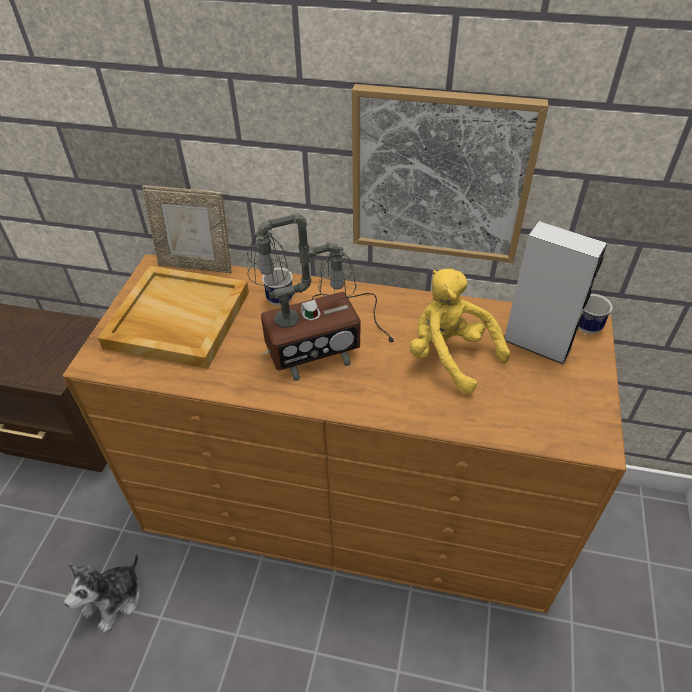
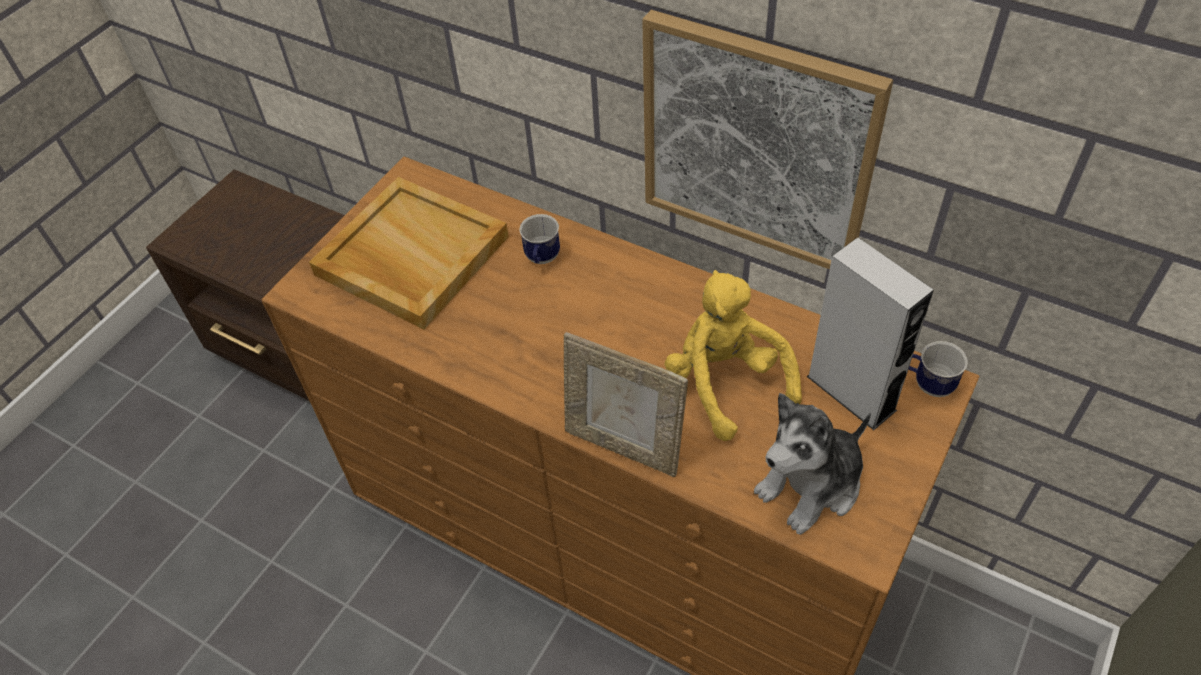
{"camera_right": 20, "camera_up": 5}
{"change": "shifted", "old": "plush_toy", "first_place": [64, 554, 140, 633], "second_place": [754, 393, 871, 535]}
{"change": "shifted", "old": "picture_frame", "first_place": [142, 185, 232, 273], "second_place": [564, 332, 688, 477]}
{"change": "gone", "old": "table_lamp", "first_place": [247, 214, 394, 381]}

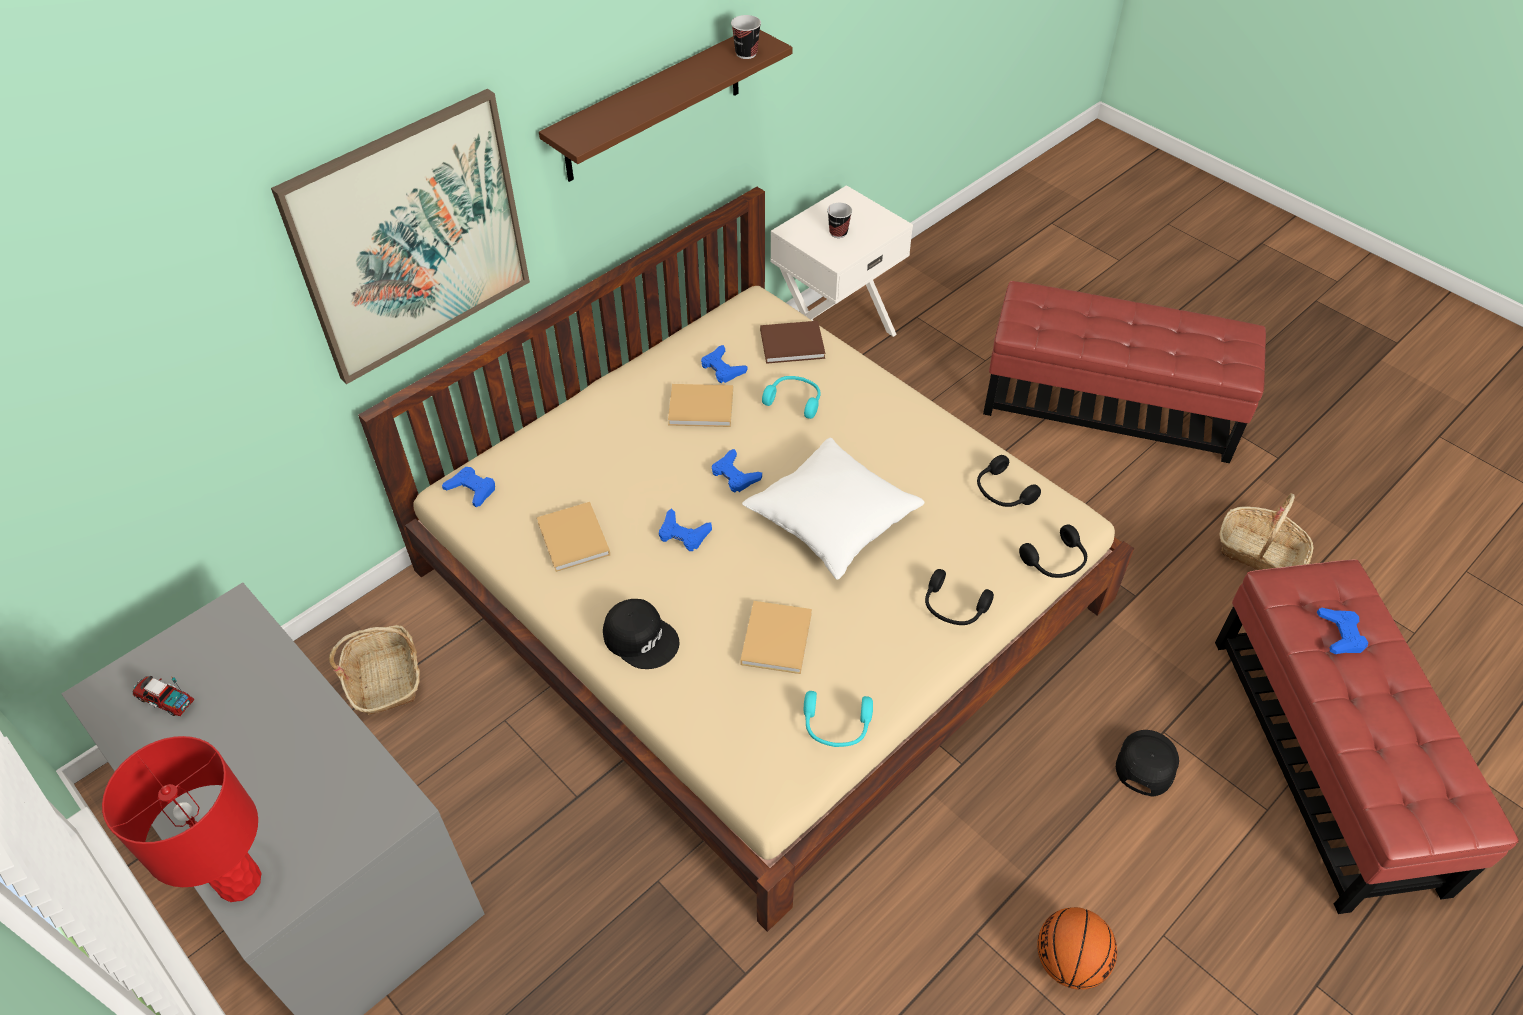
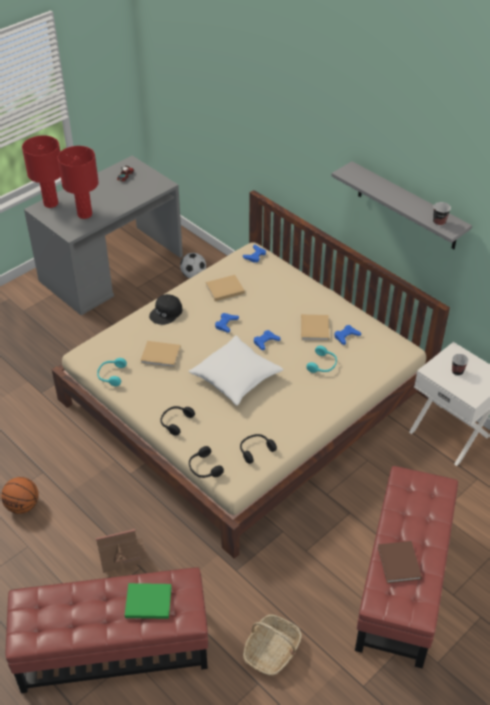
{"camera_right": 90, "camera_up": -5}
{"change": "gone", "old": "picture", "first_place": [271, 89, 530, 384]}
{"change": "swapped", "old": "basket", "new": "football", "first_place": [329, 625, 420, 715], "second_place": [180, 253, 206, 278]}
{"change": "repainted", "old": "brown_shelf", "new": "grey_shelf", "first_place": [539, 30, 793, 182], "second_place": [331, 161, 472, 249]}
{"change": "shifted", "old": "brown_book", "first_place": [760, 321, 825, 364], "second_place": [378, 541, 422, 583]}
{"change": "swapped", "old": "black_cap", "new": "toy_house", "first_place": [1116, 730, 1179, 796], "second_place": [96, 529, 148, 573]}
{"change": "swapped", "old": "blue_game_controller", "new": "green_book", "first_place": [1317, 608, 1368, 654], "second_place": [125, 583, 171, 619]}
{"change": "new", "new": "red_table_lamp", "second_place": [57, 146, 99, 219]}

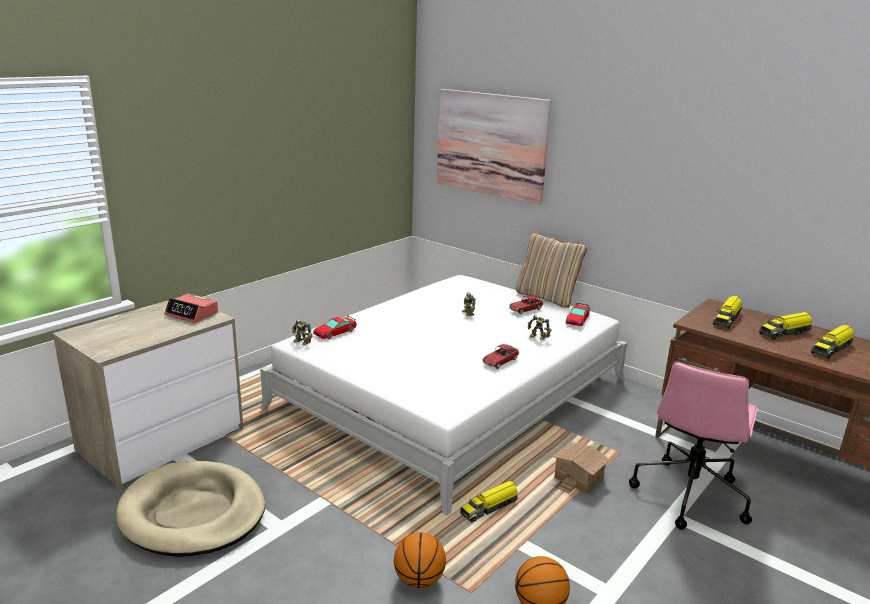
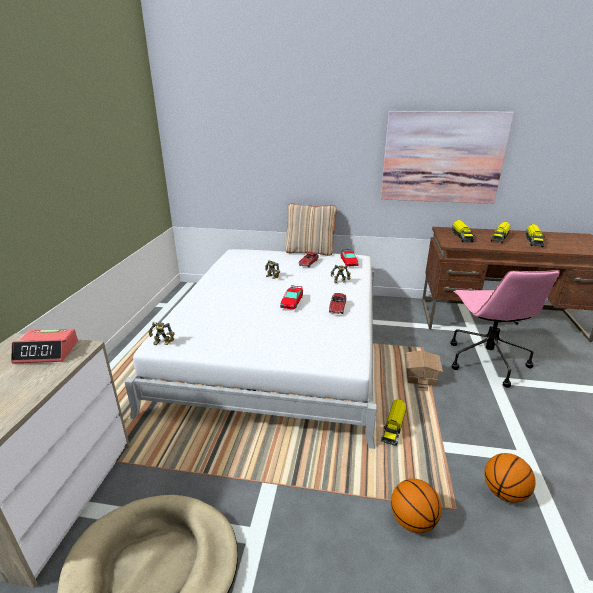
{"camera_right": -30, "camera_up": 5}
{"change": "shifted", "old": "toy_car", "first_place": [313, 315, 357, 339], "second_place": [280, 285, 303, 310]}
{"change": "shifted", "old": "picture", "first_place": [437, 89, 551, 205], "second_place": [381, 111, 514, 204]}

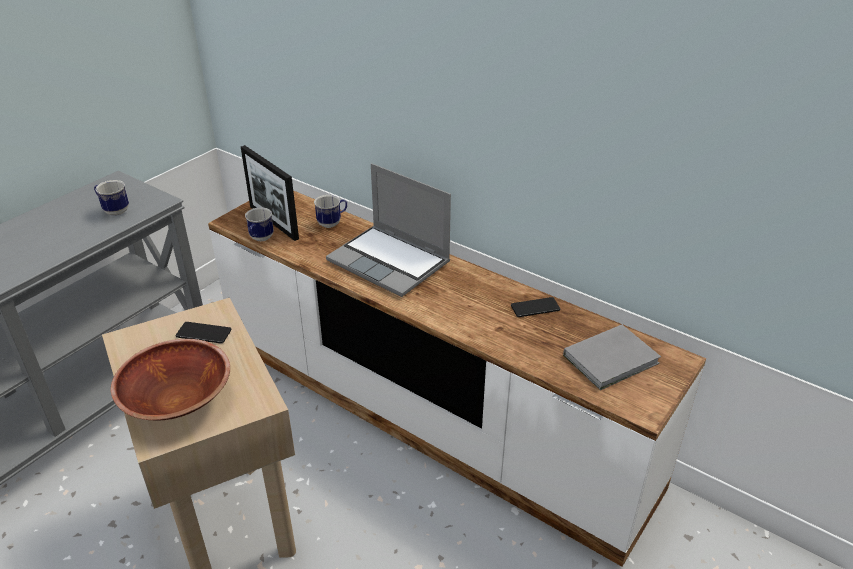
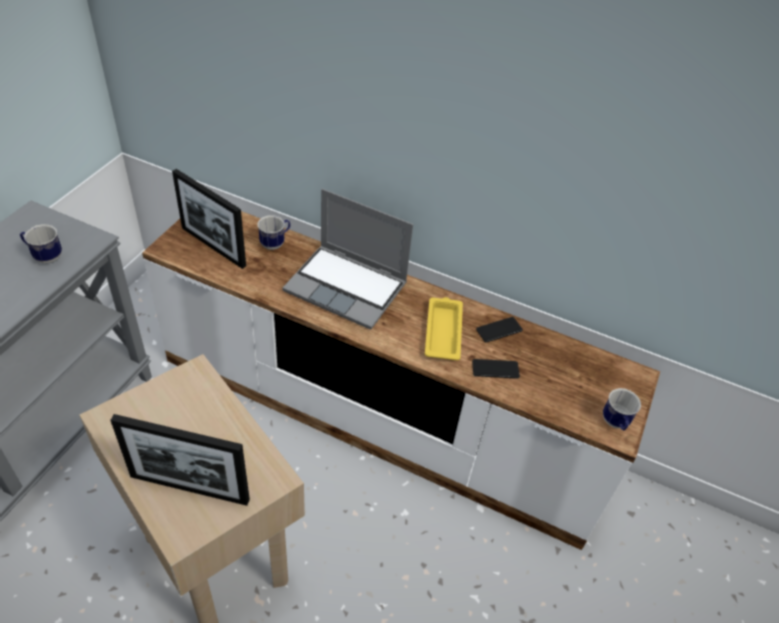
{"camera_right": -15, "camera_up": 10}
{"change": "swapped", "old": "brown_bowl", "new": "picture_frame", "first_place": [111, 339, 230, 421], "second_place": [110, 414, 250, 506]}
{"change": "shifted", "old": "phone", "first_place": [176, 322, 231, 344], "second_place": [472, 359, 520, 379]}
{"change": "shifted", "old": "mug", "first_place": [245, 207, 274, 241], "second_place": [603, 388, 641, 430]}
{"change": "gone", "old": "grey_book", "first_place": [563, 325, 661, 390]}
{"change": "new", "new": "yellow_tray", "second_place": [425, 297, 463, 360]}

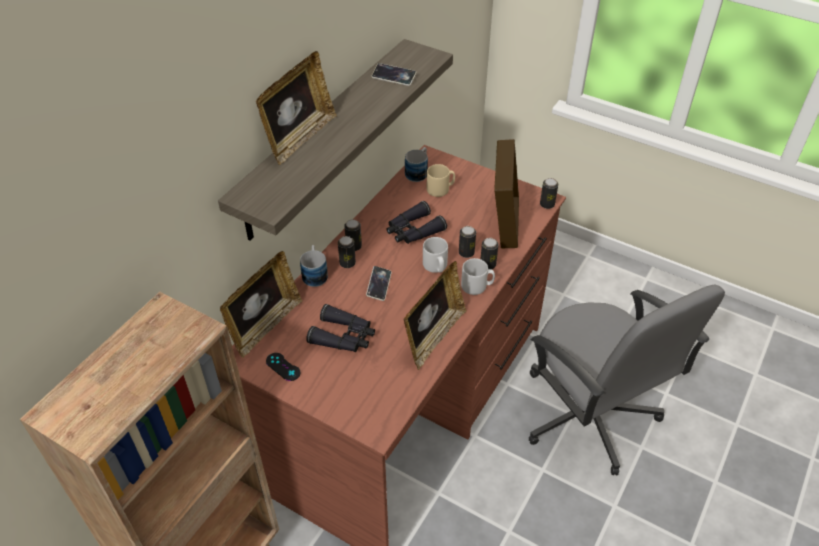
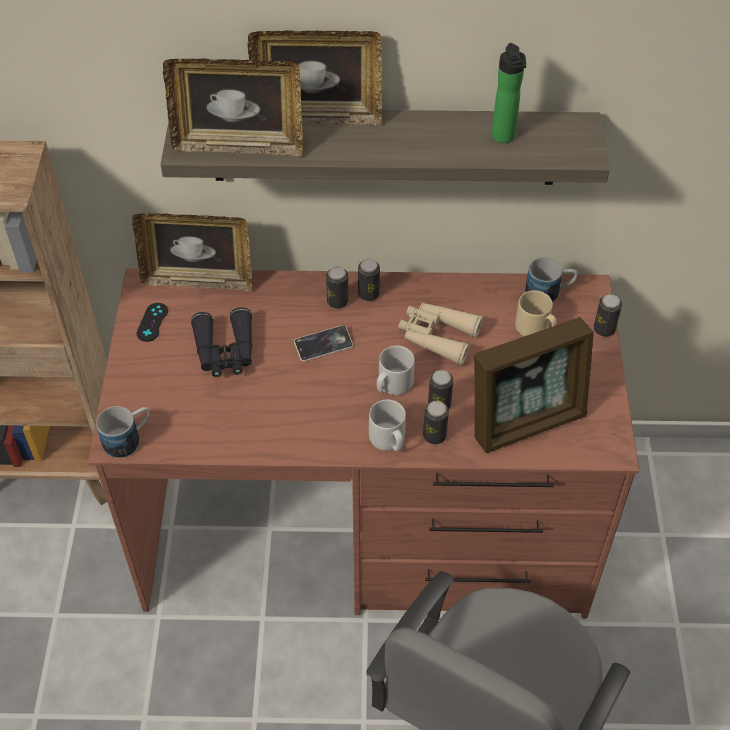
{"camera_right": 60, "camera_up": 5}
{"change": "shifted", "old": "mug", "first_place": [300, 245, 328, 287], "second_place": [96, 406, 150, 458]}
{"change": "swapped", "old": "phone", "new": "bottle", "first_place": [371, 63, 416, 86], "second_place": [492, 43, 526, 143]}
{"change": "repainted", "old": "black_binoculars", "new": "beige_binoculars", "first_place": [386, 201, 447, 244], "second_place": [398, 302, 483, 365]}
{"change": "shifted", "old": "picture_frame", "first_place": [403, 261, 467, 370], "second_place": [163, 58, 303, 157]}
{"change": "shifted", "old": "can", "first_place": [540, 178, 558, 209], "second_place": [594, 294, 622, 337]}

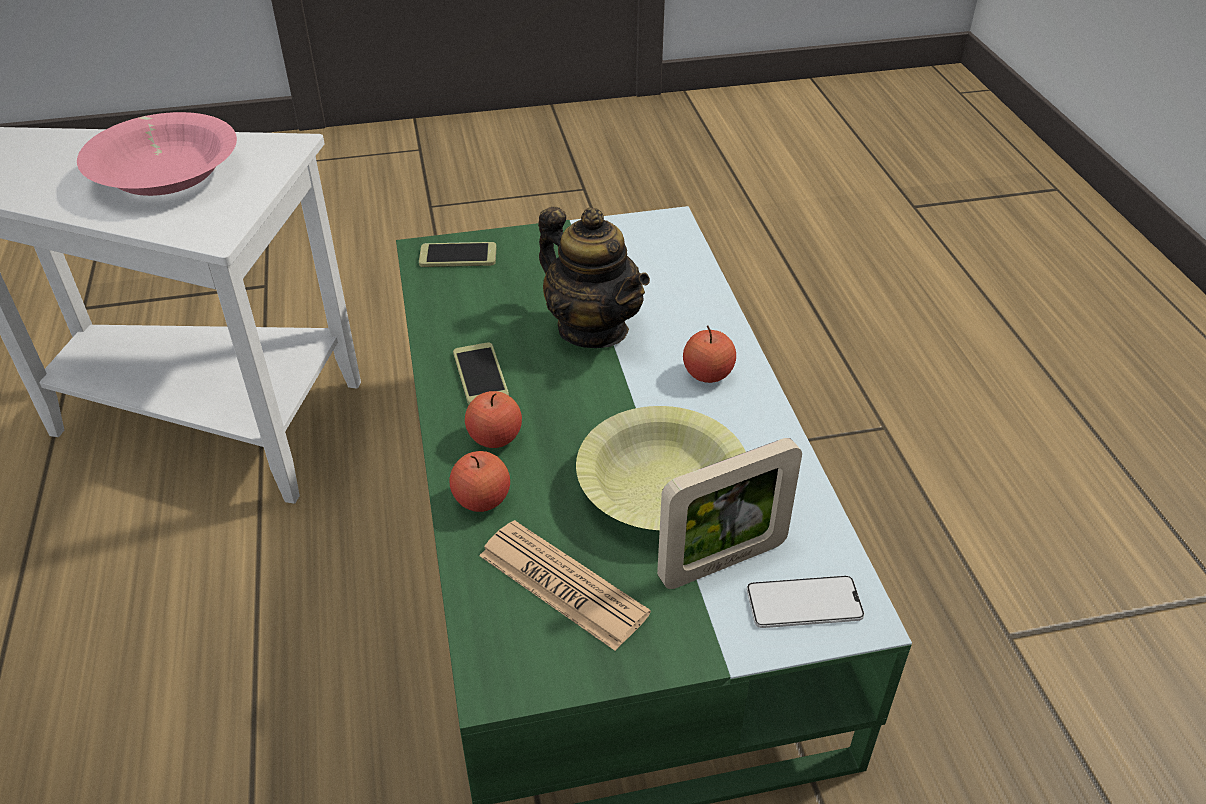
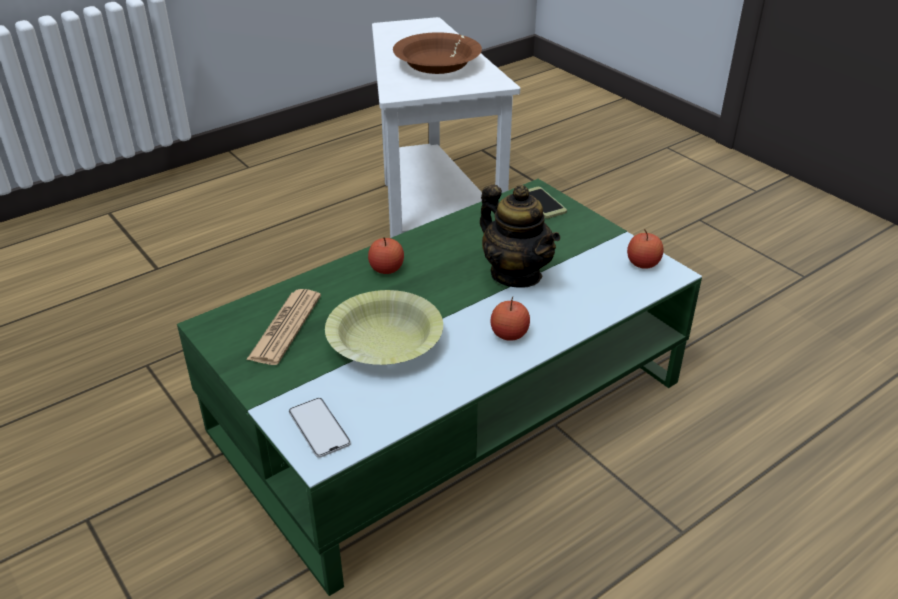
{"camera_right": 65, "camera_up": -5}
{"change": "repainted", "old": "pink_bowl", "new": "brown_bowl", "first_place": [77, 112, 237, 196], "second_place": [393, 32, 482, 74]}
{"change": "shifted", "old": "apple", "first_place": [450, 451, 510, 512], "second_place": [627, 229, 664, 269]}
{"change": "gone", "old": "phone", "first_place": [453, 343, 509, 405]}
{"change": "rotated", "old": "teapot", "first_place": [538, 207, 650, 348], "second_place": [480, 185, 560, 288], "degrees": -60}
{"change": "gone", "old": "picture_frame", "first_place": [657, 438, 802, 589]}

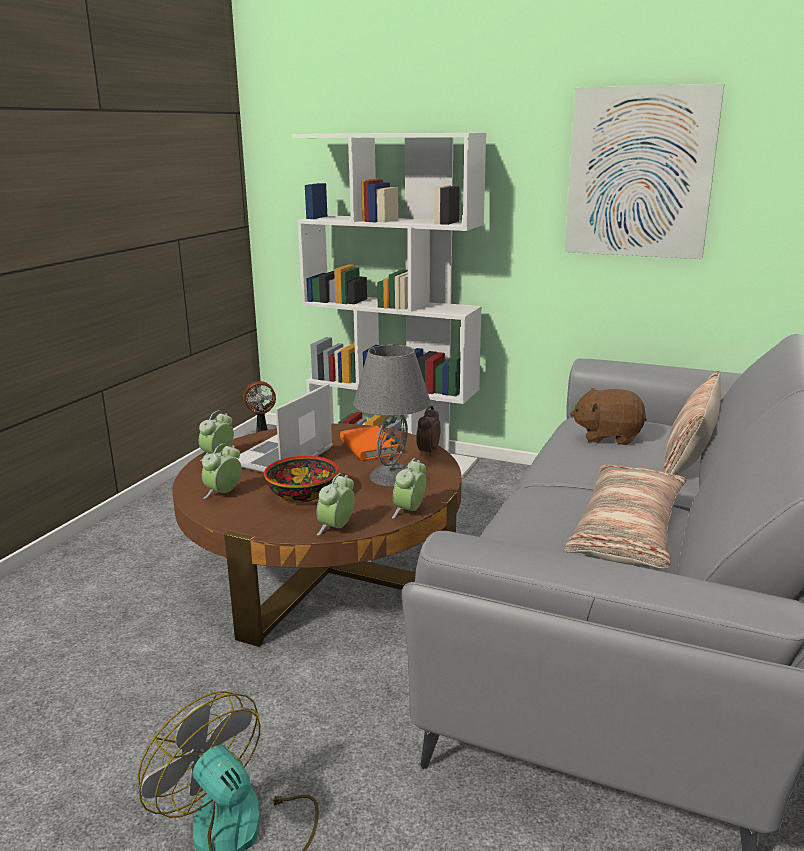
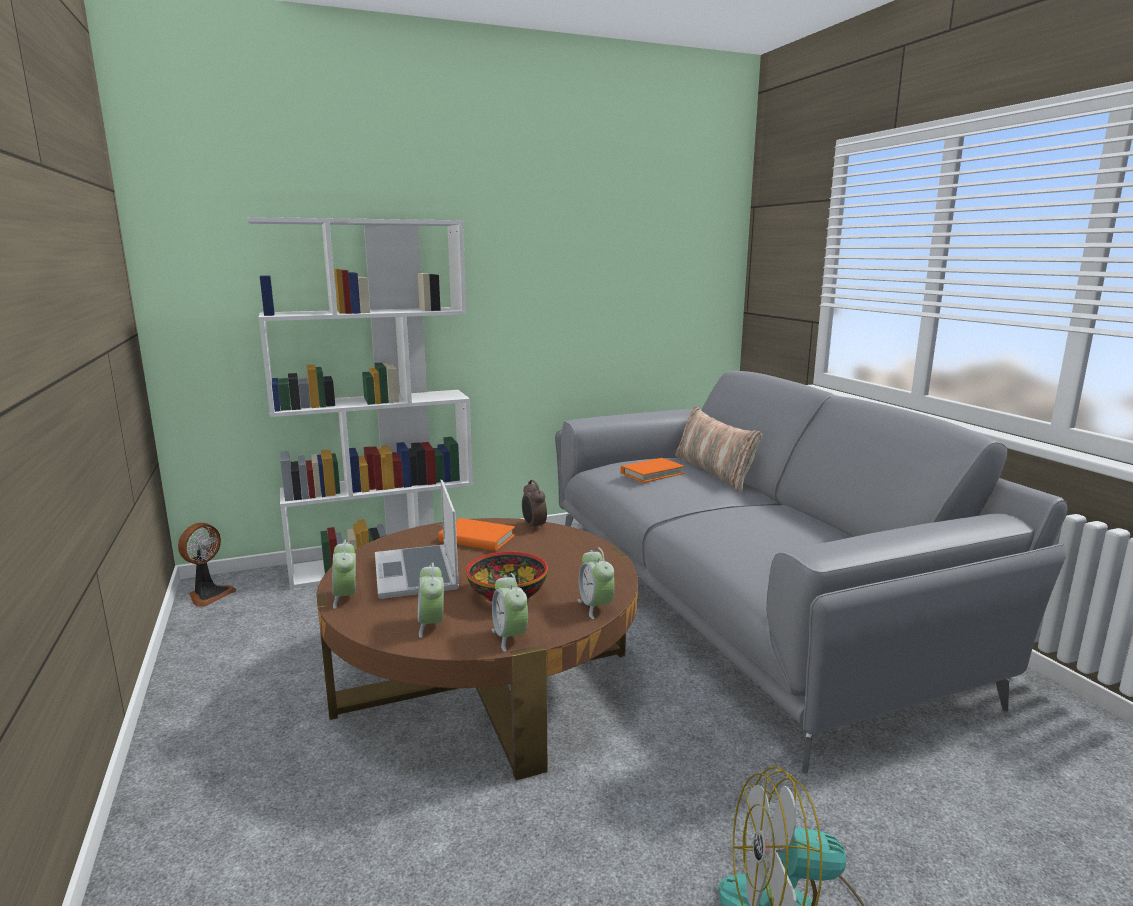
{"camera_right": -45, "camera_up": -5}
{"change": "gone", "old": "grey_table_lamp", "first_place": [353, 345, 431, 487]}
{"change": "shifted", "old": "alarm_clock", "first_place": [392, 458, 426, 518], "second_place": [492, 573, 528, 652]}
{"change": "gone", "old": "picture", "first_place": [565, 84, 725, 259]}
{"change": "gone", "old": "pillow", "first_place": [565, 465, 687, 569]}
{"change": "swapped", "old": "brown_plush_toy", "new": "orange_book", "first_place": [570, 388, 647, 445], "second_place": [620, 458, 685, 483]}

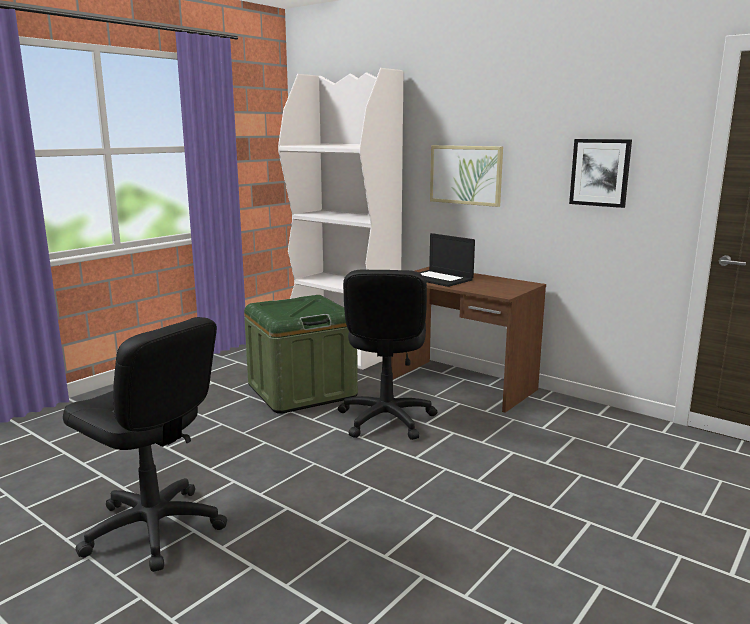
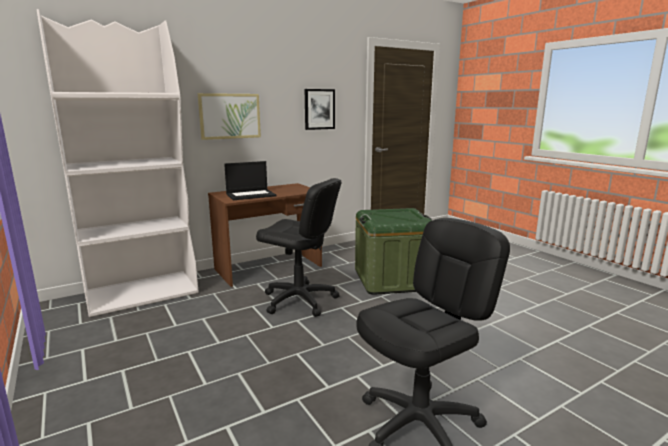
{"camera_right": -70, "camera_up": 0}
{"change": "shifted", "old": "green_storage_box", "first_place": [244, 295, 358, 414], "second_place": [355, 208, 432, 295]}

